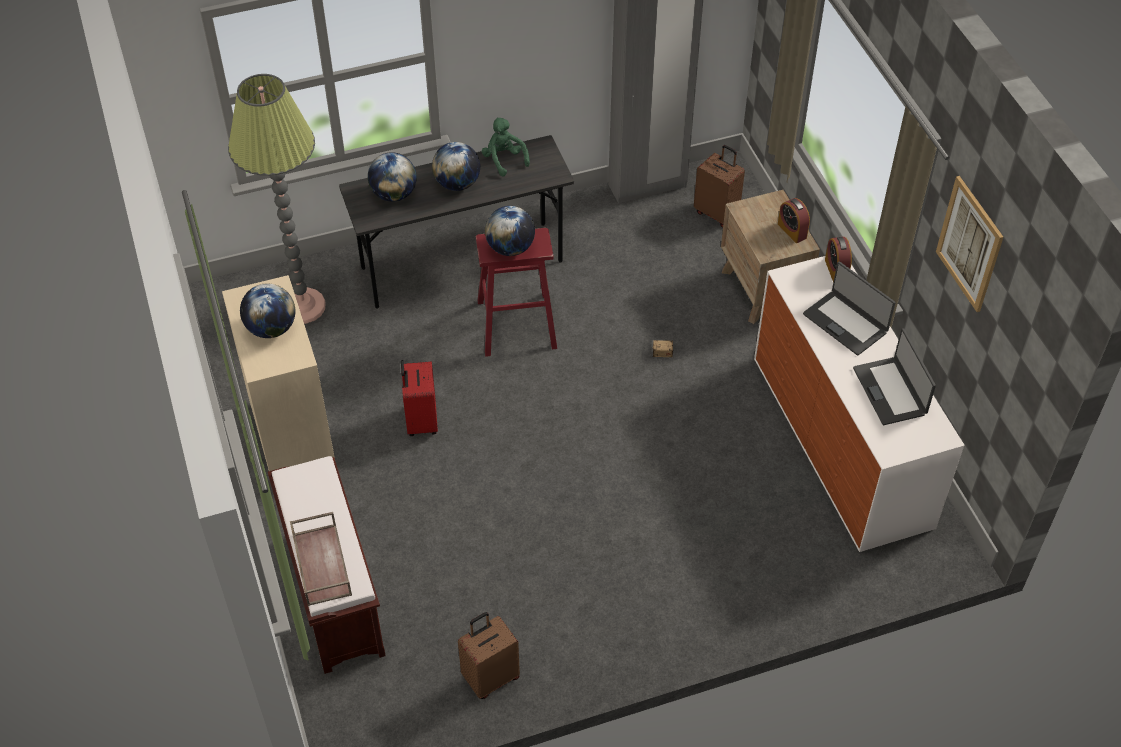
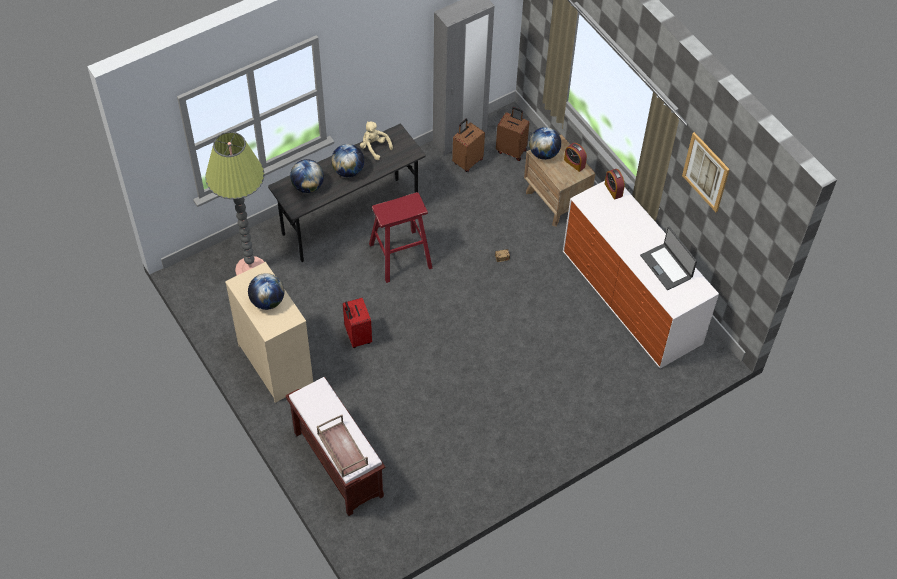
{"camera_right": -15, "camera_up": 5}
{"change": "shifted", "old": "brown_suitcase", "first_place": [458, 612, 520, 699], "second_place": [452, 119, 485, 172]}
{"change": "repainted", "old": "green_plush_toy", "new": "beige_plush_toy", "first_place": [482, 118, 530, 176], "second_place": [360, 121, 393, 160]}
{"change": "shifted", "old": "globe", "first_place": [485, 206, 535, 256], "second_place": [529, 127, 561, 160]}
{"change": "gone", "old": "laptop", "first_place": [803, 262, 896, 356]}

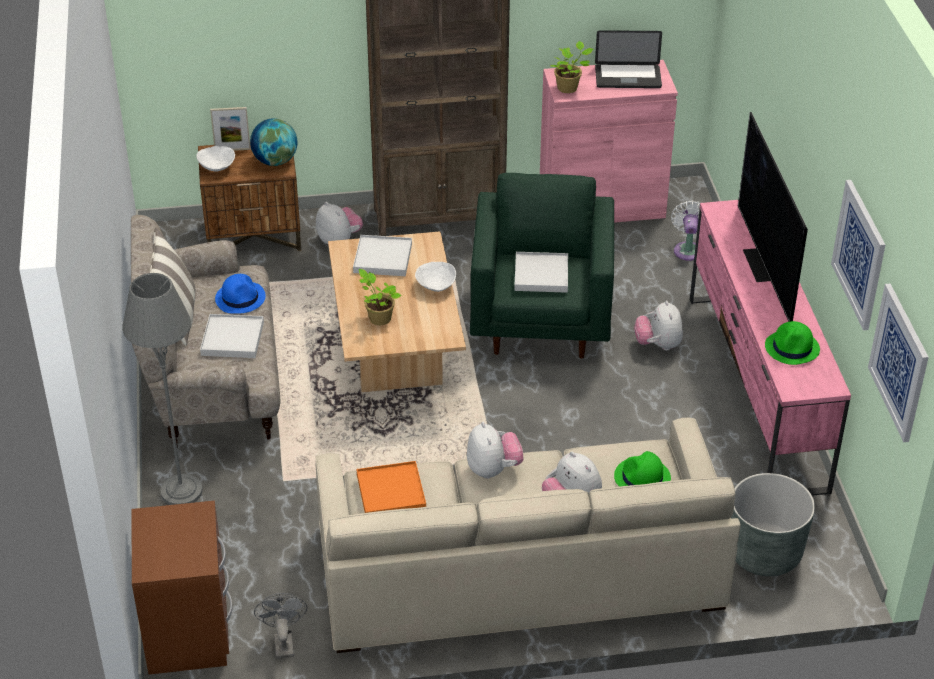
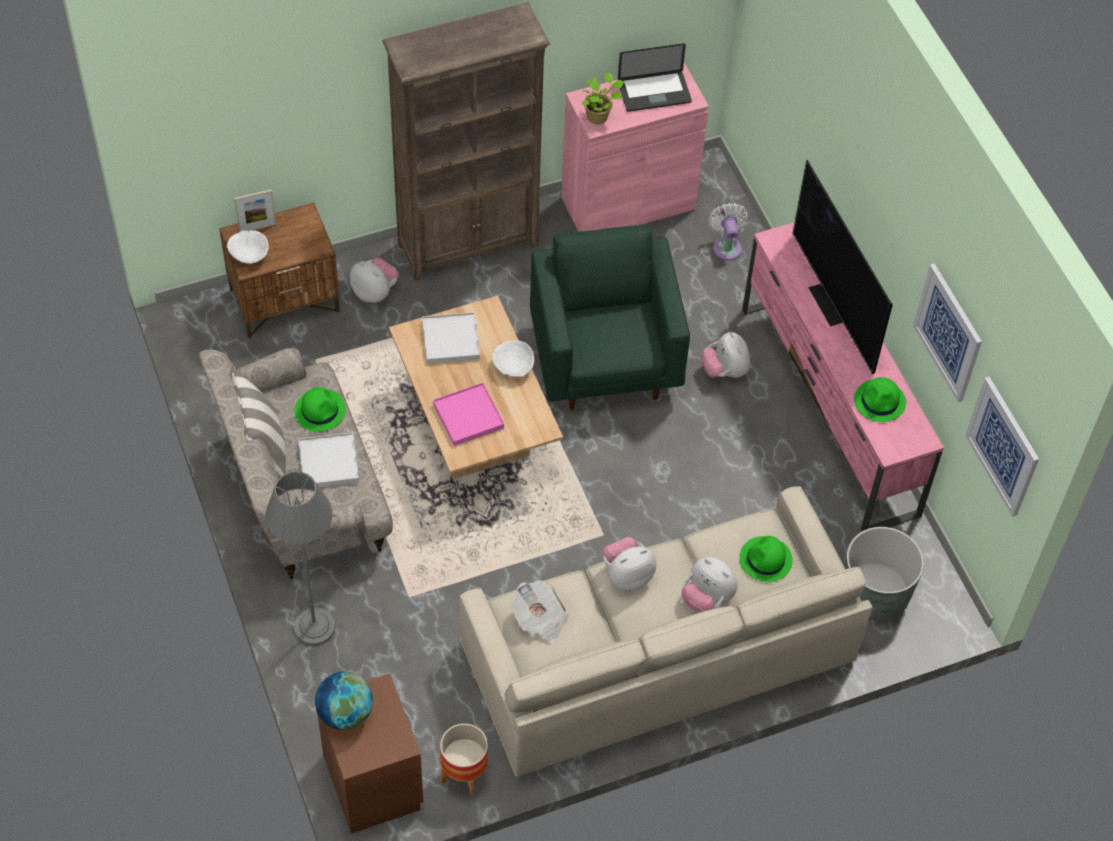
{"camera_right": -15, "camera_up": 15}
{"change": "repainted", "old": "blue_hat", "new": "green_hat", "first_place": [215, 274, 266, 314], "second_place": [294, 387, 346, 432]}
{"change": "shifted", "old": "globe", "first_place": [250, 118, 297, 166], "second_place": [315, 672, 373, 730]}
{"change": "swapped", "old": "grey_fan", "new": "planter", "first_place": [254, 593, 307, 659], "second_place": [440, 723, 488, 796]}
{"change": "swapped", "old": "orange_tray", "new": "newspaper", "first_place": [357, 461, 426, 513], "second_place": [512, 580, 569, 643]}
{"change": "swapped", "old": "potted_plant", "new": "pink_tray", "first_place": [359, 269, 402, 325], "second_place": [433, 383, 504, 446]}
{"change": "rotated", "old": "plush_toy", "first_place": [467, 422, 524, 479], "second_place": [603, 537, 657, 591], "degrees": -90}
{"change": "gone", "old": "white_tray", "first_place": [514, 252, 568, 293]}

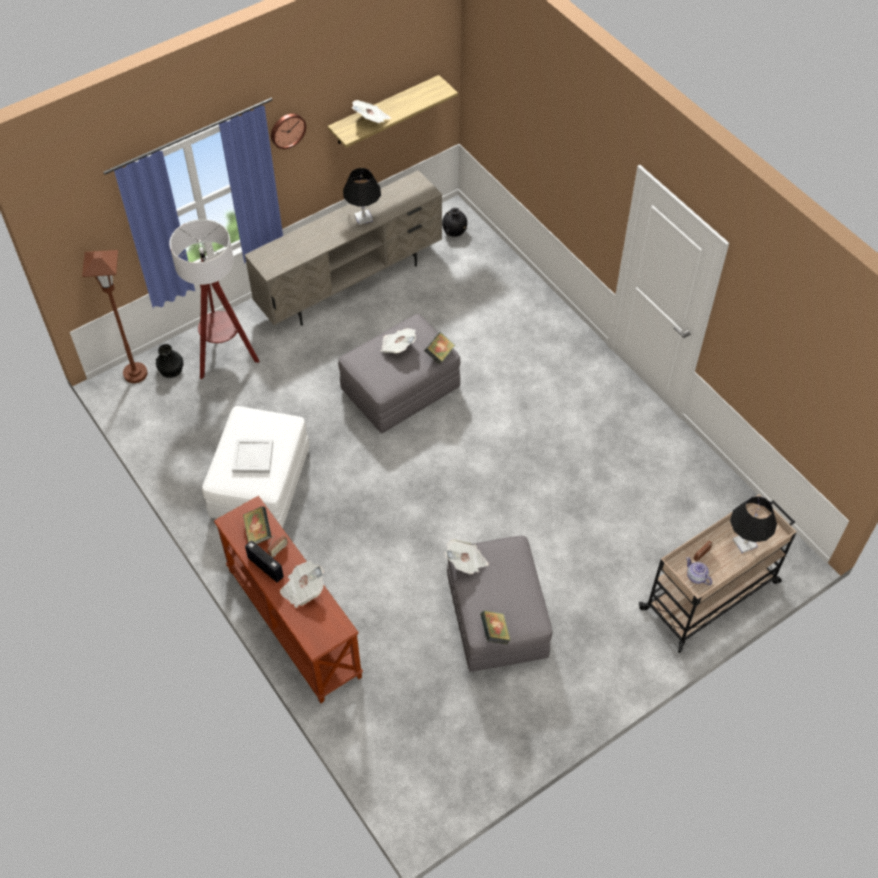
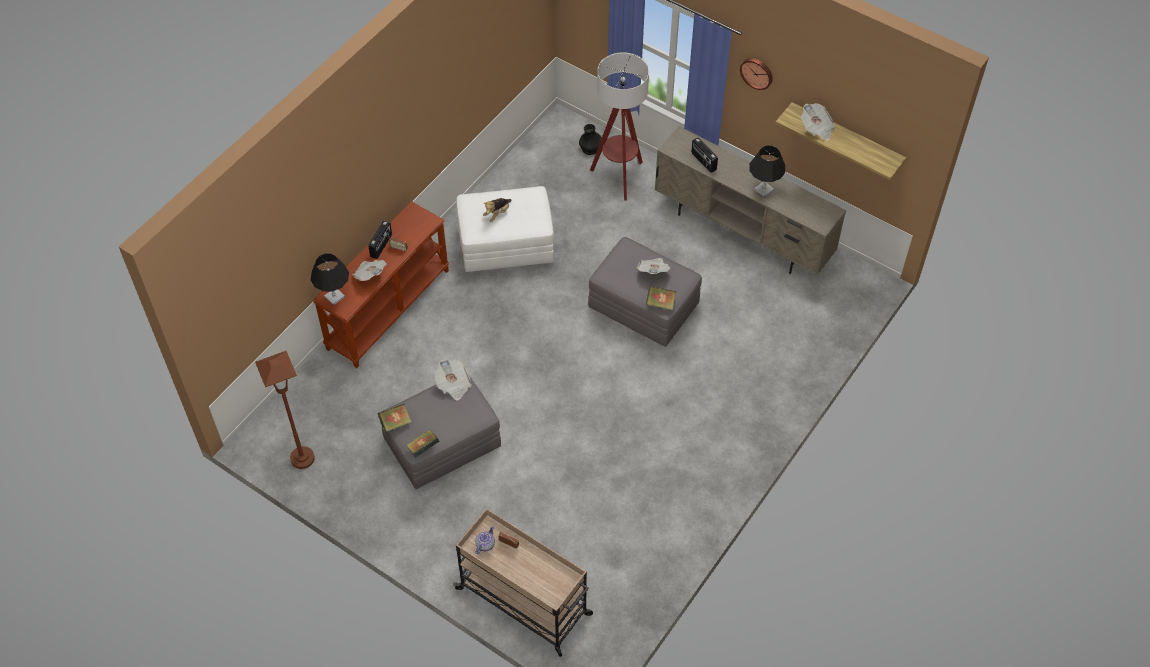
{"camera_right": 70, "camera_up": 0}
{"change": "shifted", "old": "brown_floor_lamp", "first_place": [82, 250, 148, 383], "second_place": [255, 351, 315, 469]}
{"change": "swapped", "old": "white_tray", "new": "plush_toy", "first_place": [232, 439, 273, 473], "second_place": [483, 198, 511, 222]}
{"change": "shifted", "old": "book", "first_place": [243, 507, 272, 544], "second_place": [406, 429, 440, 458]}
{"change": "gone", "old": "black_vase", "first_place": [442, 208, 467, 237]}
{"change": "shifted", "old": "black_table_lamp", "first_place": [730, 496, 777, 553], "second_place": [311, 253, 349, 305]}
{"change": "new", "new": "radio", "second_place": [691, 137, 718, 173]}

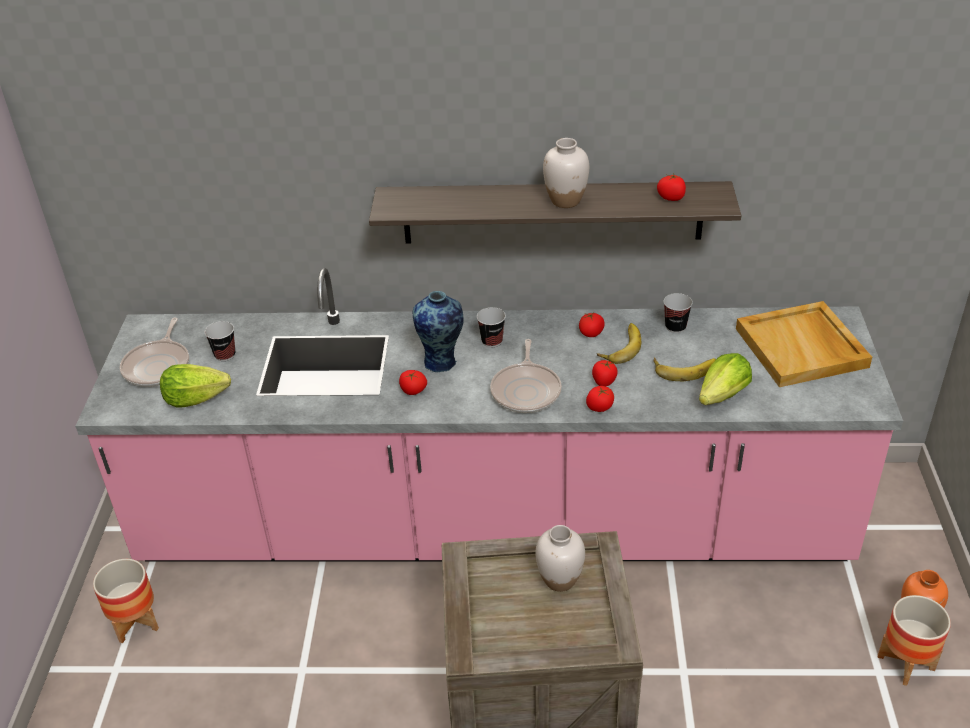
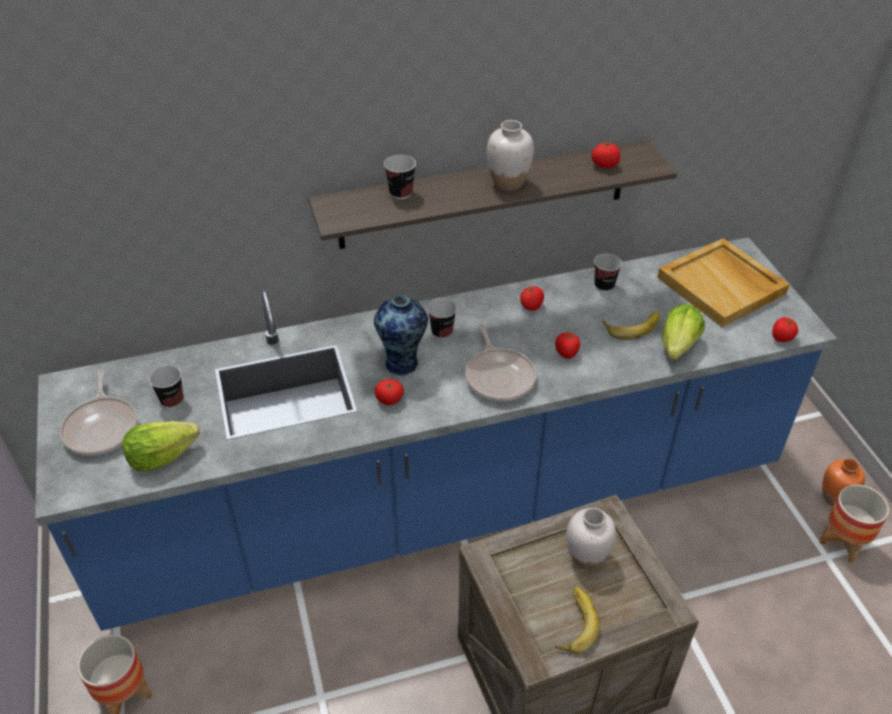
{"camera_right": -20, "camera_up": 5}
{"change": "repainted", "old": "pink_counter", "new": "blue_counter", "first_place": [75, 268, 903, 562], "second_place": [35, 237, 837, 631]}
{"change": "shifted", "old": "tomato", "first_place": [586, 386, 614, 412], "second_place": [772, 317, 798, 342]}
{"change": "shifted", "old": "banana", "first_place": [597, 323, 641, 364], "second_place": [555, 587, 600, 654]}
{"change": "new", "new": "cup", "second_place": [384, 155, 416, 199]}

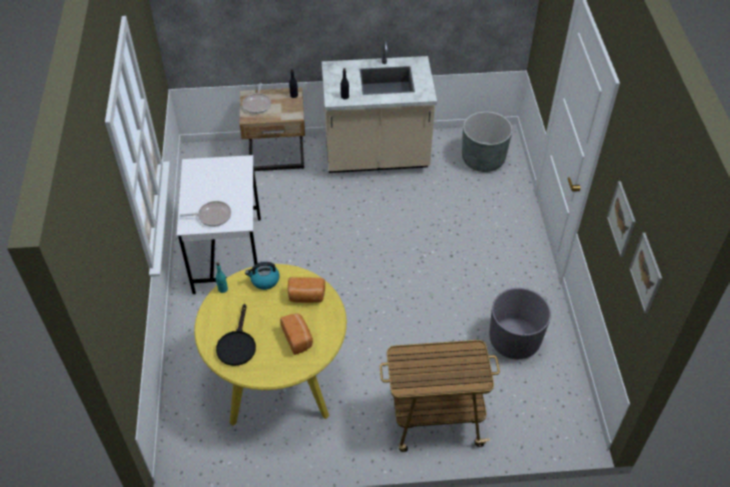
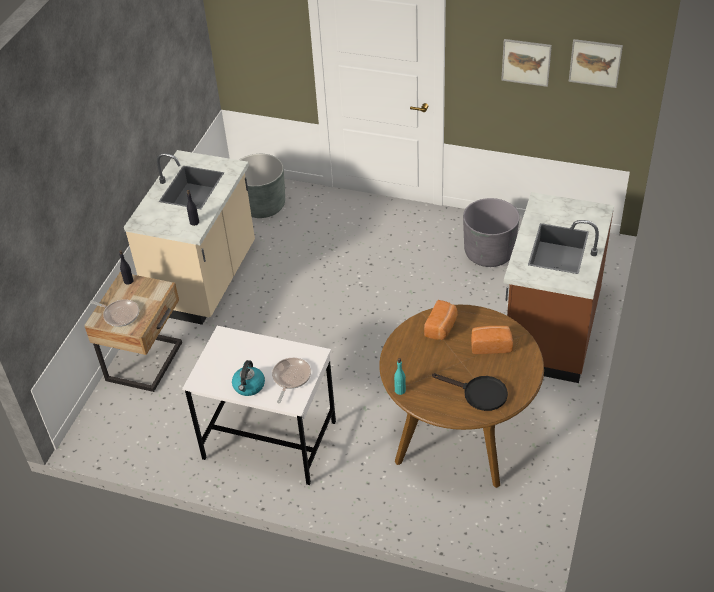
{"camera_right": -65, "camera_up": -5}
{"change": "repainted", "old": "yellow_dining_table", "new": "brown_dining_table", "first_place": [194, 264, 347, 426], "second_place": [379, 305, 544, 488]}
{"change": "shifted", "old": "kettle", "first_place": [245, 262, 280, 290], "second_place": [232, 360, 265, 396]}
{"change": "swapped", "old": "cart", "new": "brown_counter", "first_place": [380, 340, 500, 452], "second_place": [504, 192, 614, 383]}

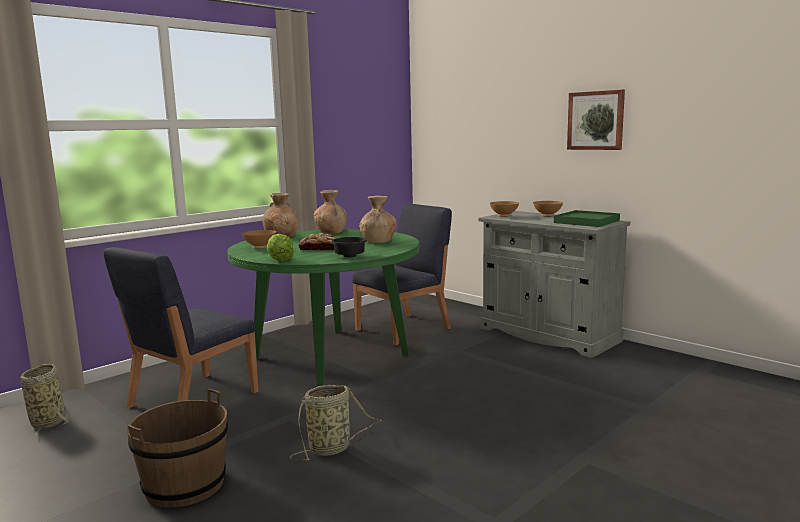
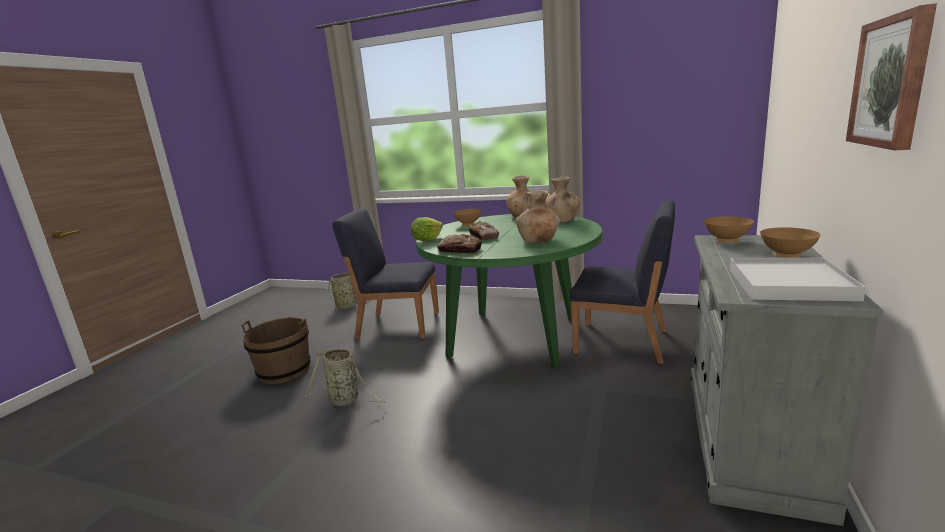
{"camera_right": 65, "camera_up": 5}
{"change": "swapped", "old": "black_bowl", "new": "bread", "first_place": [331, 237, 367, 258], "second_place": [437, 234, 482, 254]}
{"change": "repainted", "old": "green_tray", "new": "white_tray", "first_place": [554, 210, 620, 227], "second_place": [730, 258, 866, 301]}

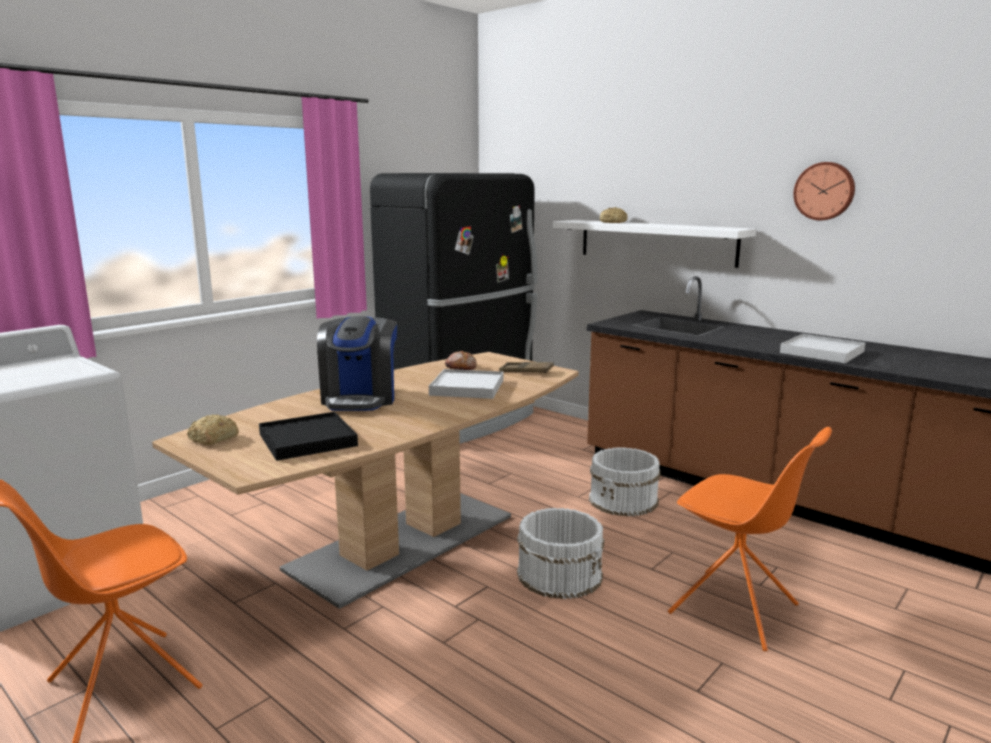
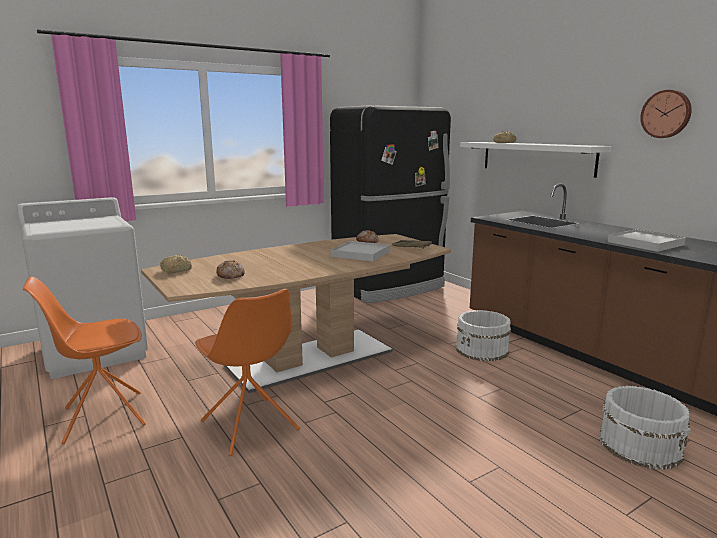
{"camera_right": 15, "camera_up": 0}
{"change": "swapped", "old": "black_tray", "new": "bread", "first_place": [259, 412, 358, 461], "second_place": [217, 260, 245, 279]}
{"change": "gone", "old": "coffee_machine", "first_place": [317, 316, 397, 411]}
{"change": "shifted", "old": "white_bucket", "first_place": [517, 508, 604, 599], "second_place": [599, 386, 691, 470]}
{"change": "shifted", "old": "orange_chair", "first_place": [668, 427, 832, 651], "second_place": [195, 289, 300, 456]}

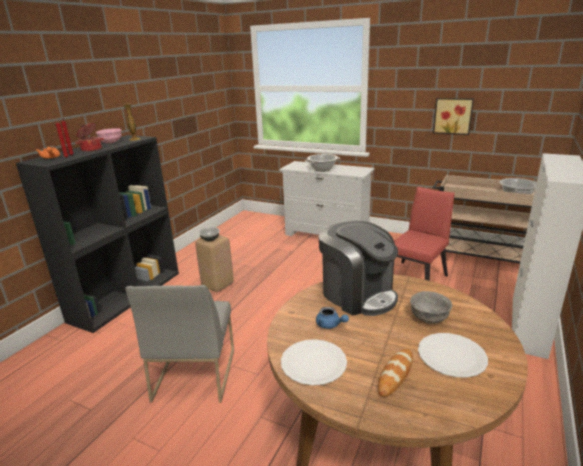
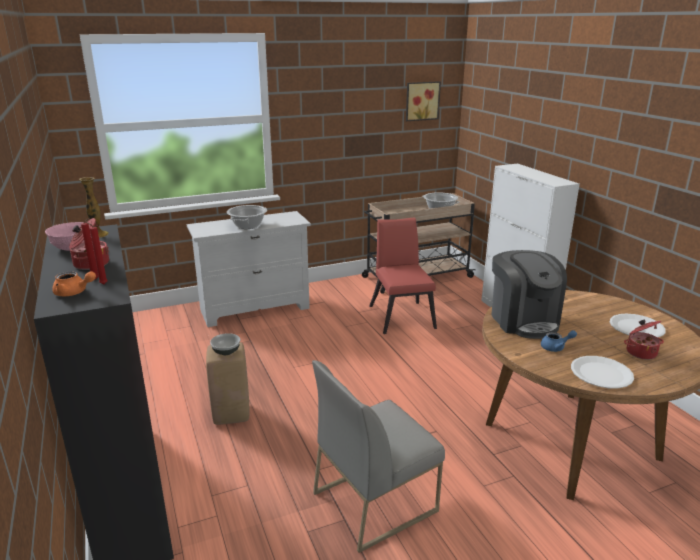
{"camera_right": -50, "camera_up": 0}
{"change": "rotated", "old": "grey_chair", "first_place": [126, 285, 234, 403], "second_place": [312, 360, 445, 553], "degrees": 105}
{"change": "rotated", "old": "coffee_machine", "first_place": [318, 221, 398, 316], "second_place": [491, 250, 567, 339], "degrees": 75}
{"change": "swapped", "old": "bread", "new": "cooking_pot", "first_place": [378, 349, 413, 397], "second_place": [624, 320, 664, 360]}
{"change": "gone", "old": "grey_bowl", "first_place": [410, 291, 452, 324]}
{"change": "shifted", "old": "picture", "first_place": [433, 98, 474, 135], "second_place": [406, 81, 441, 121]}

